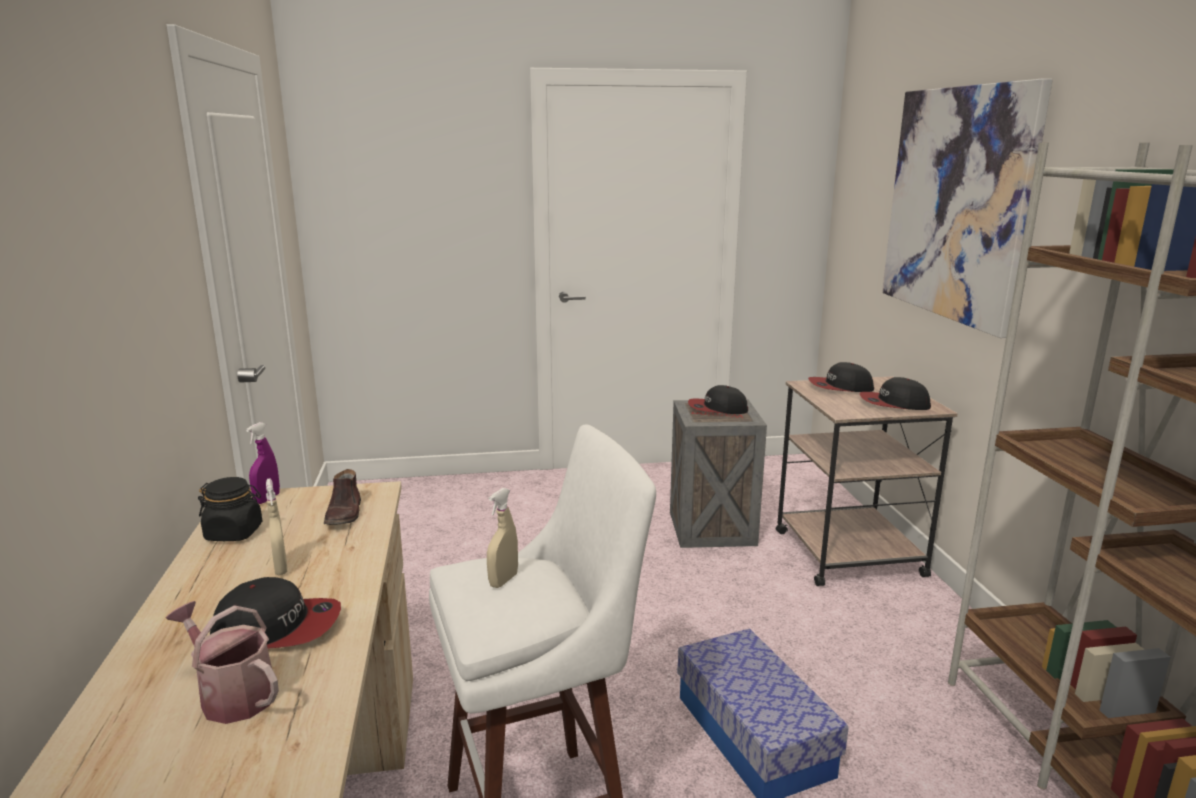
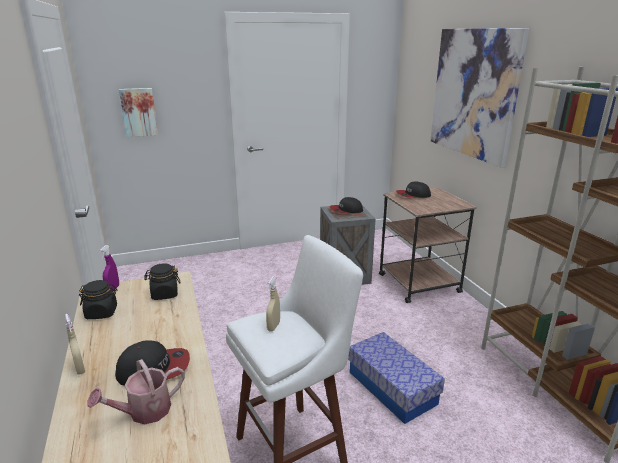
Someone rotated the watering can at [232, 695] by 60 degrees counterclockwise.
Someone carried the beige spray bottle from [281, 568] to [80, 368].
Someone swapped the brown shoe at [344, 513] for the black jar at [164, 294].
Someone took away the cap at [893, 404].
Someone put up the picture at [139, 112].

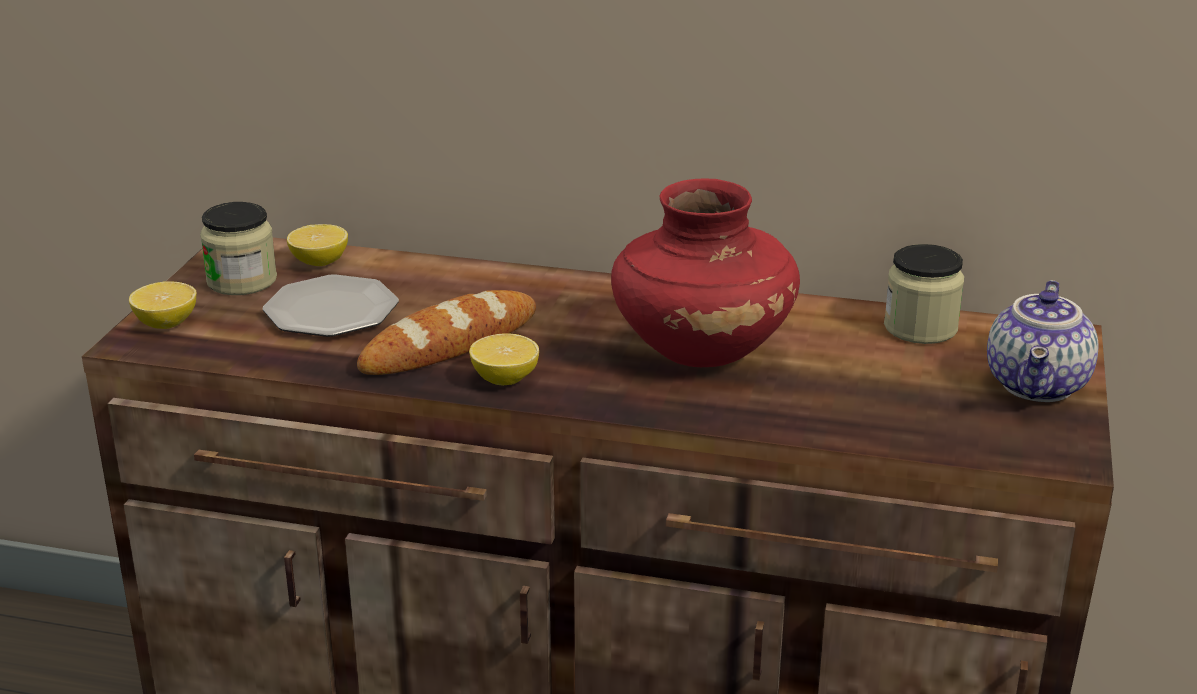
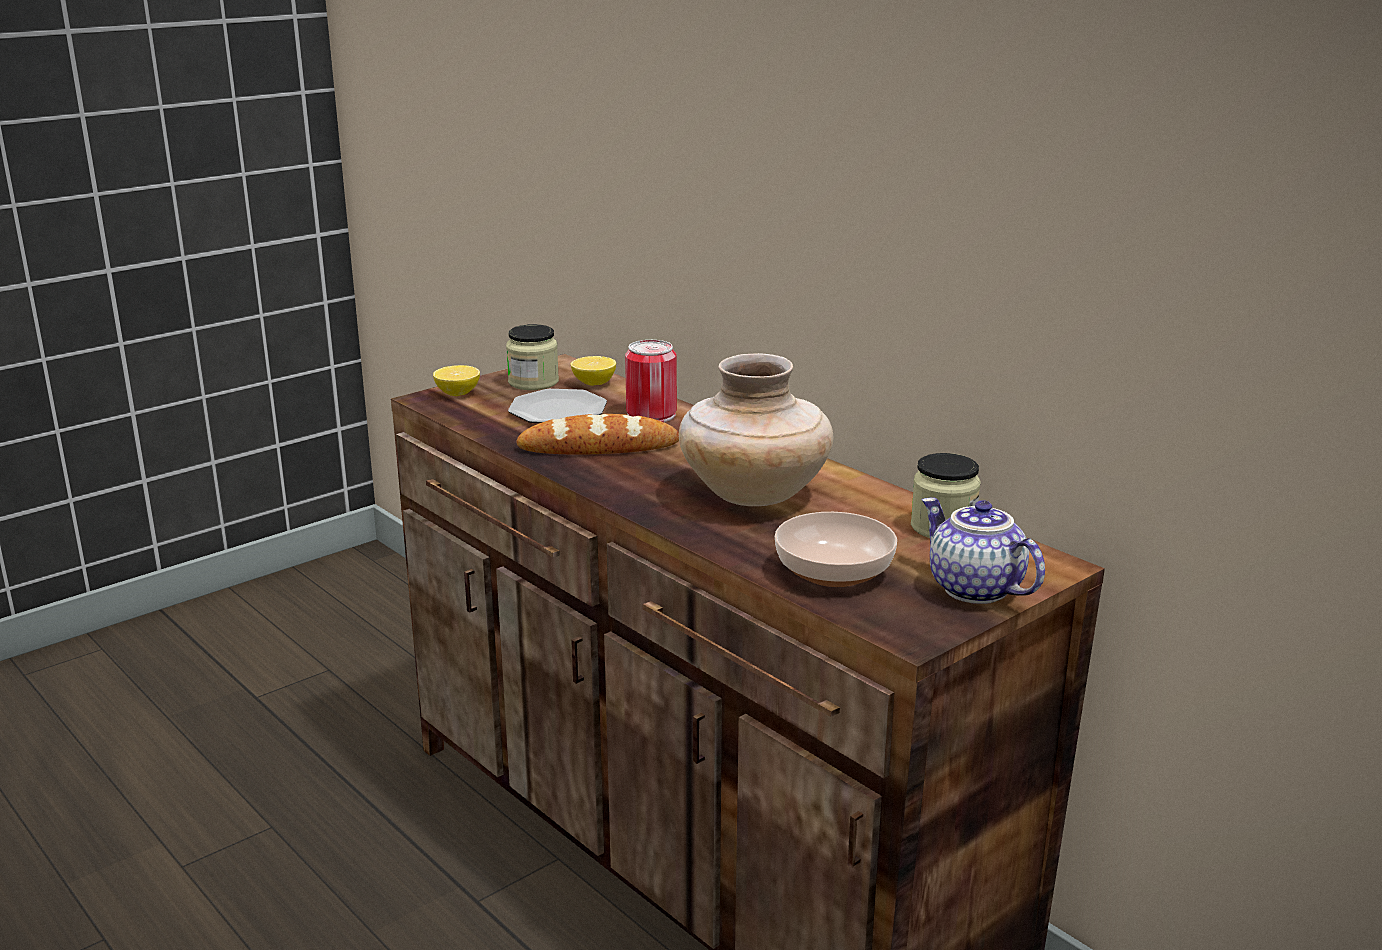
Someone took away the lemon at [505, 379].
Someone repainted the red vase at [701, 350], which became the beige vase at [754, 495].
Someone rotated the teapot at [1039, 386] by 90 degrees clockwise.
Someone put down the can at [651, 415].
Someone put down the bowl at [832, 570].

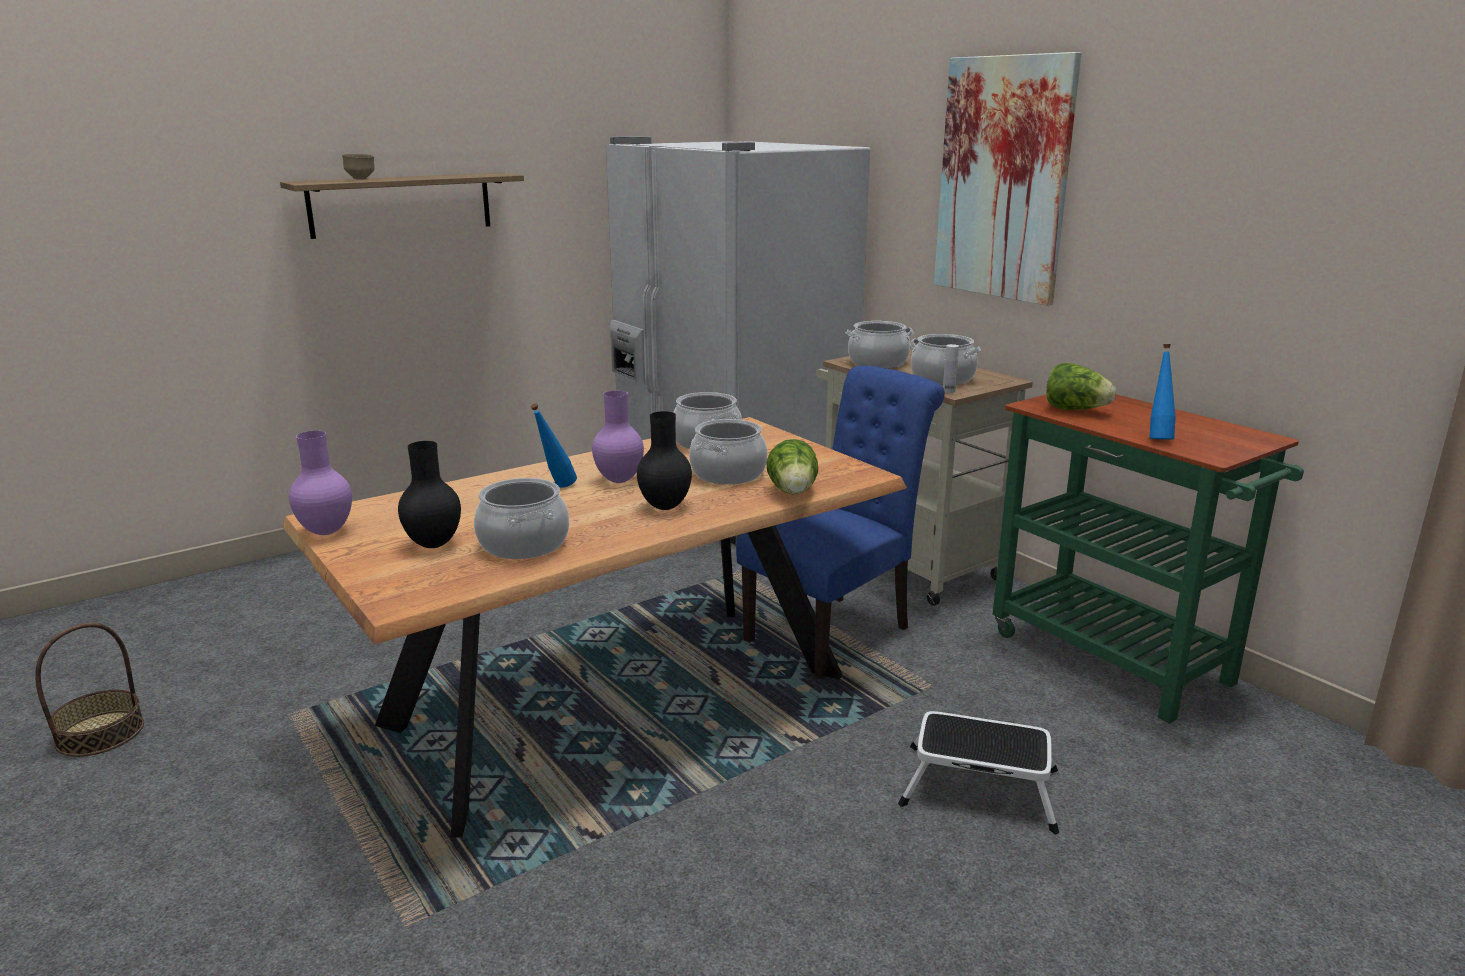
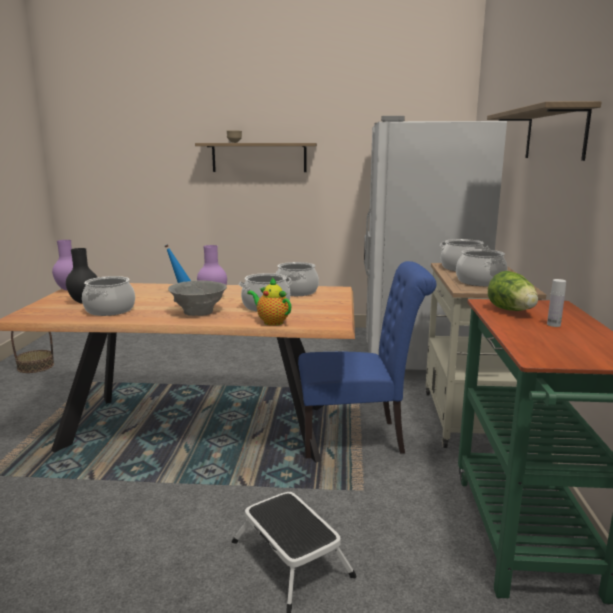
Someone swapped the black vase at [663, 507] for the grey bowl at [199, 312].
Someone swapped the lettuce at [793, 493] for the teapot at [271, 322].
Someone swapped the picture at [1003, 179] for the shelf at [554, 134].
Someone carried the white bottle from [948, 391] to [553, 325].
Someone took away the blue bottle at [1158, 438].

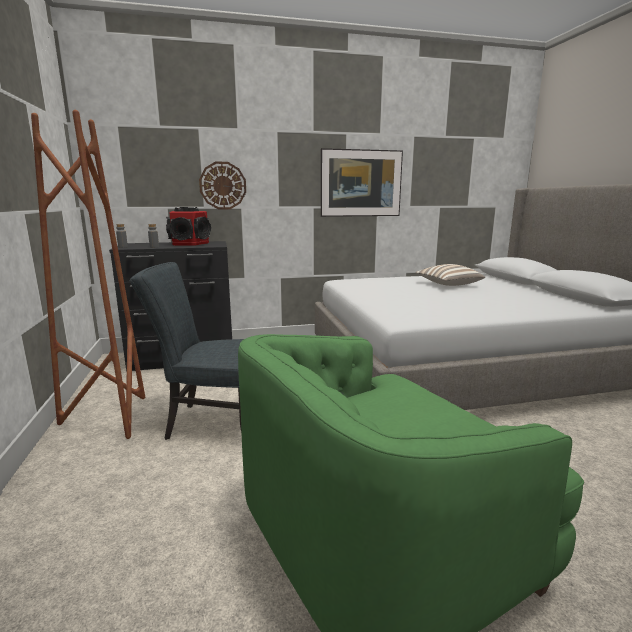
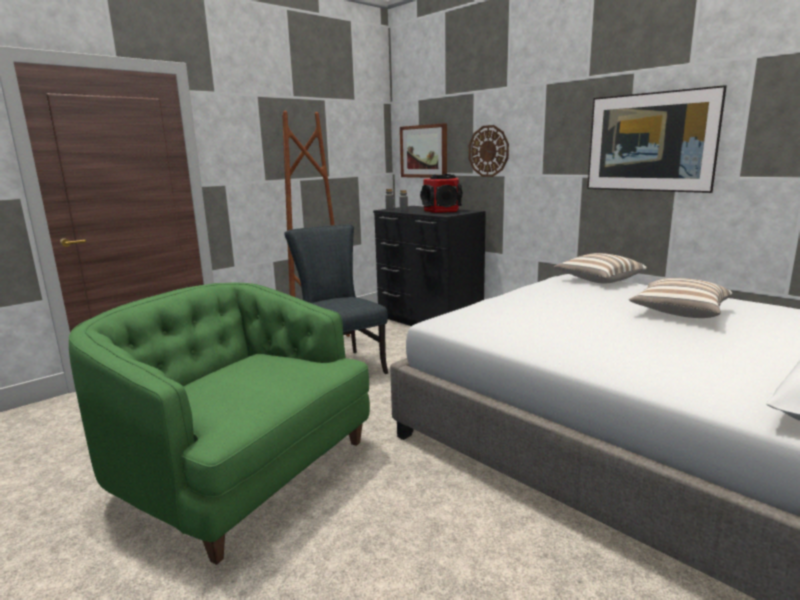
Someone put up the picture at [424, 151].
Someone put down the pillow at [598, 280].

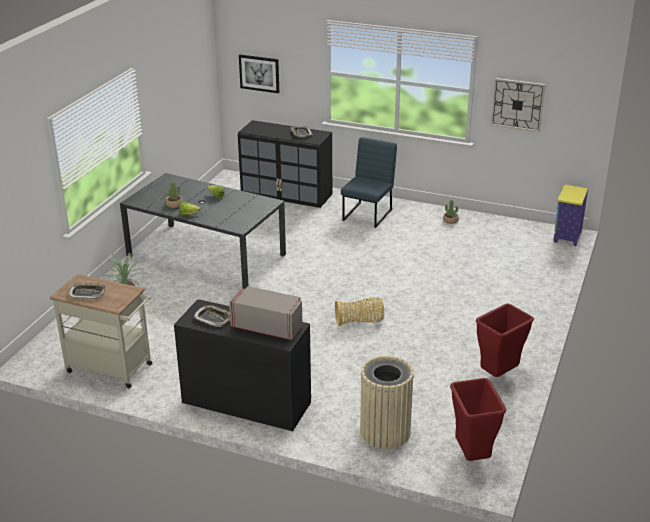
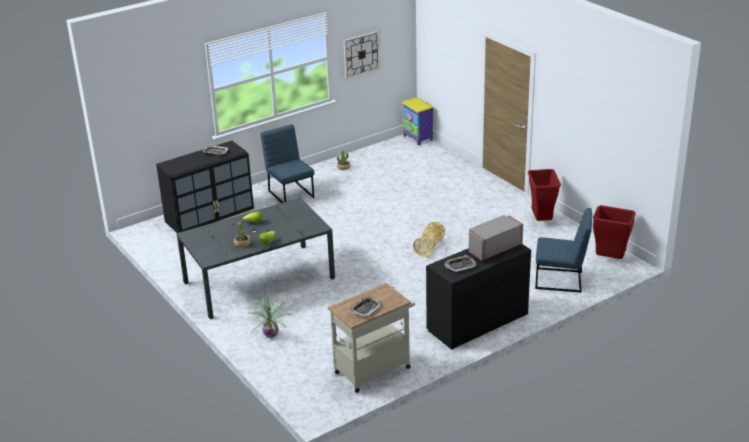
Someone took away the picture at [259, 73].
Someone swapped the beige trash can at [385, 432] for the blue chair at [560, 280].

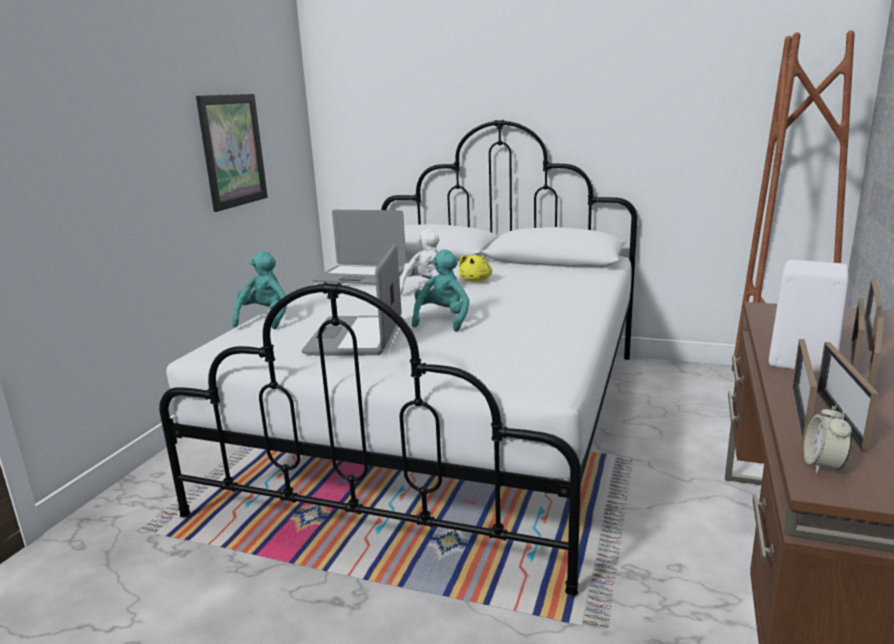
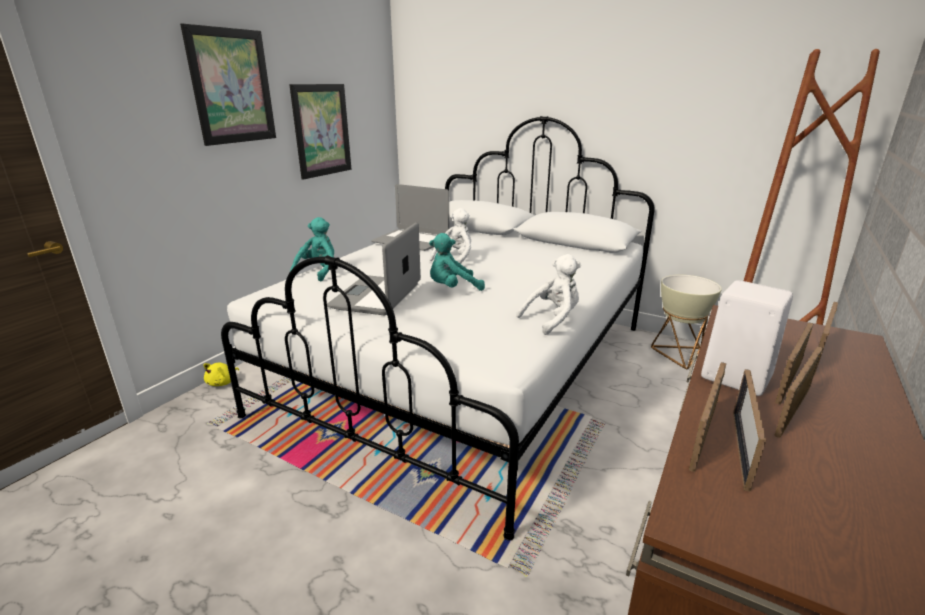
Someone rotated the turquoise plush toy at [442, 320] by 135 degrees counterclockwise.
Someone carried the yellow plush toy from [476, 280] to [223, 382].
Someone took away the alarm clock at [823, 465].
Someone put up the picture at [232, 86].
Someone put down the white plush toy at [552, 319].
Someone put down the planter at [677, 354].

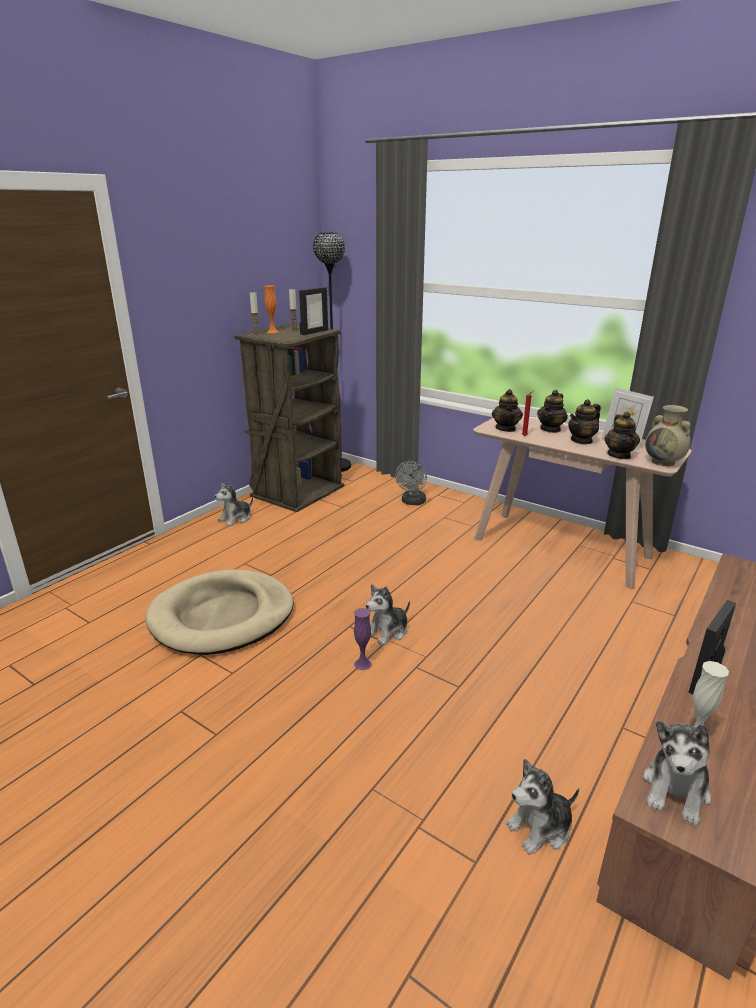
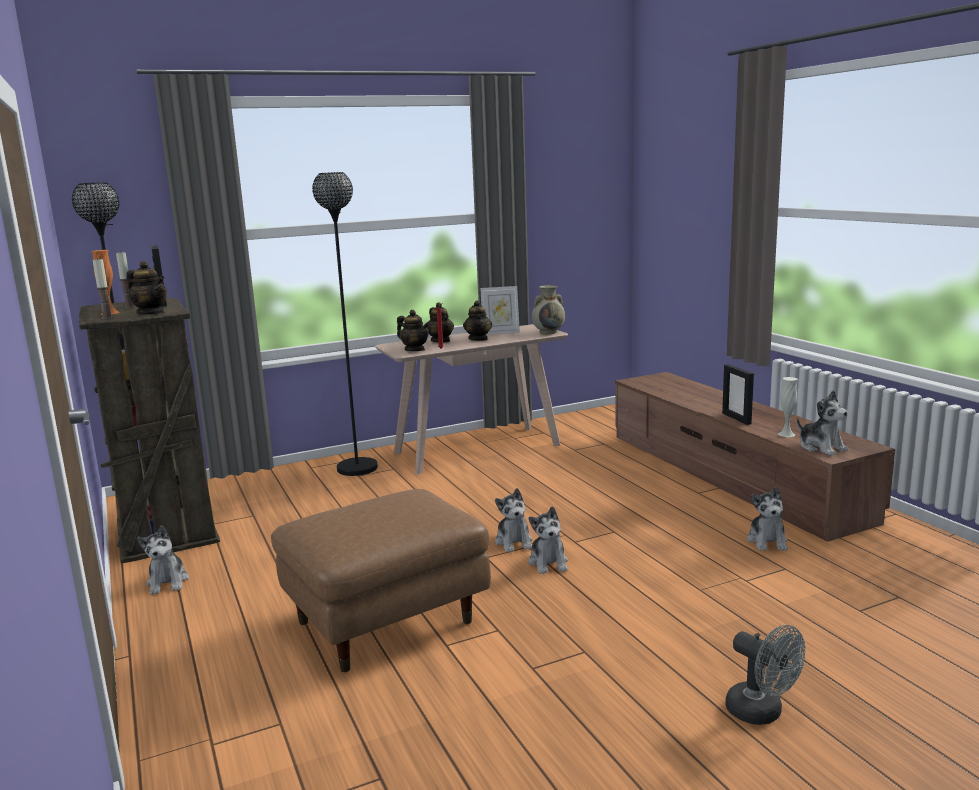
Someone swapped the beige dog bed at [222, 616] for the brown ottoman at [387, 622].
Someone swapped the purple vase at [362, 664] for the plush toy at [548, 562].
Someone carried the grey fan from [412, 502] to [762, 713].
Someone carried the teapot from [619, 455] to [151, 313].
Someone put down the black floor lamp at [357, 468].

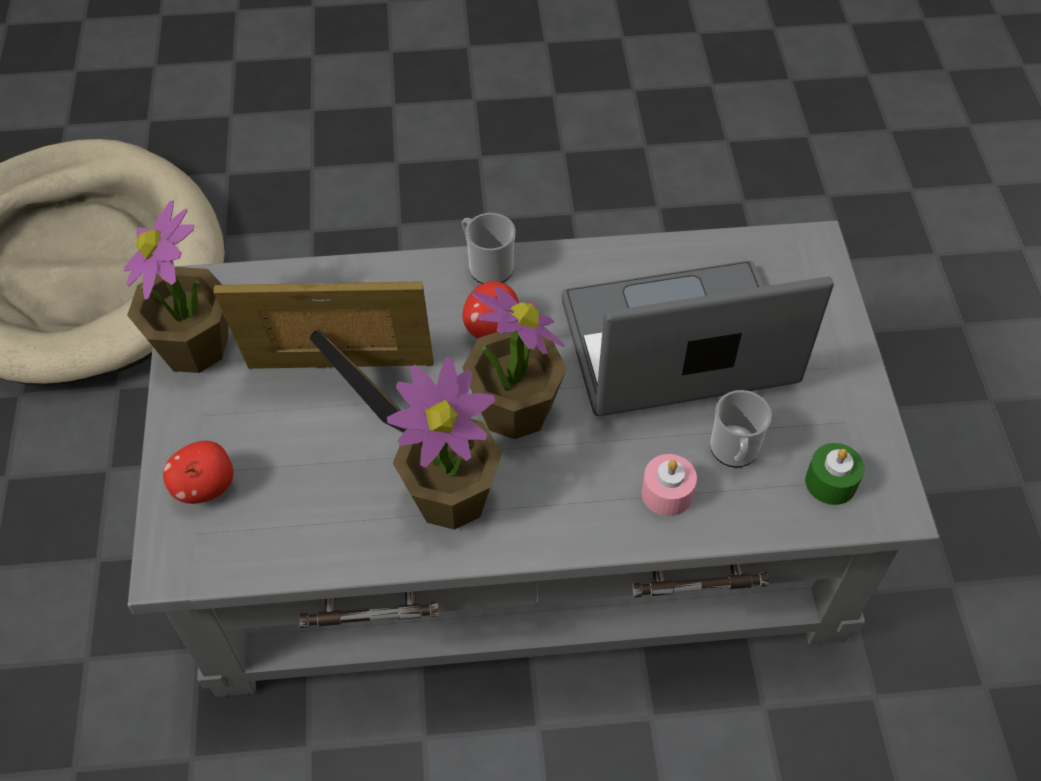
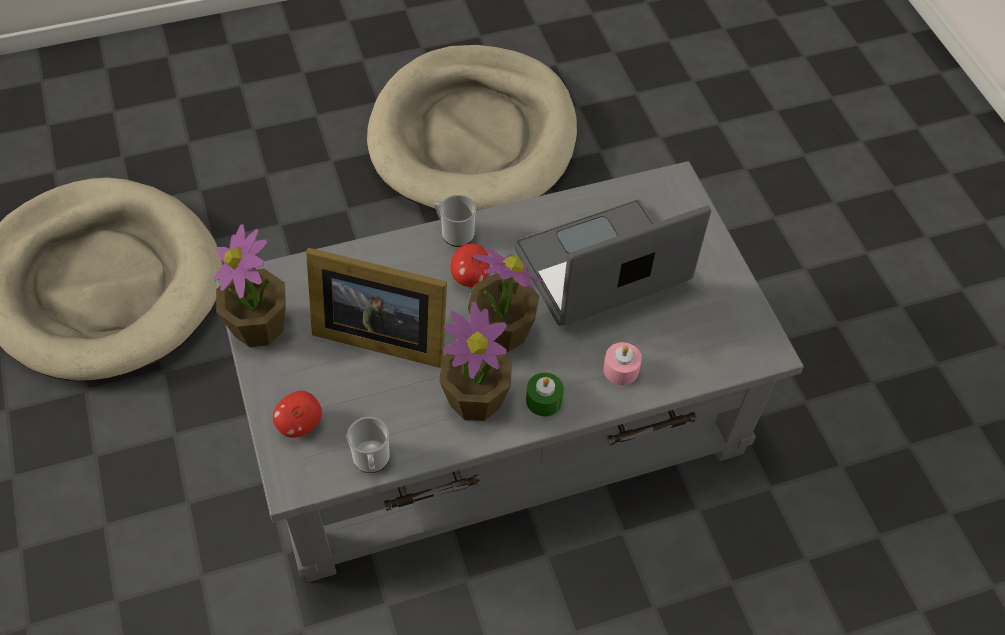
Someone rotated the picture frame at [346, 383] by 150 degrees counterclockwise.
Someone carried the mug from [734, 452] to [371, 461].
Someone carried the green candle from [830, 482] to [544, 400].
Someone put down the beige dog bed at [473, 136].

